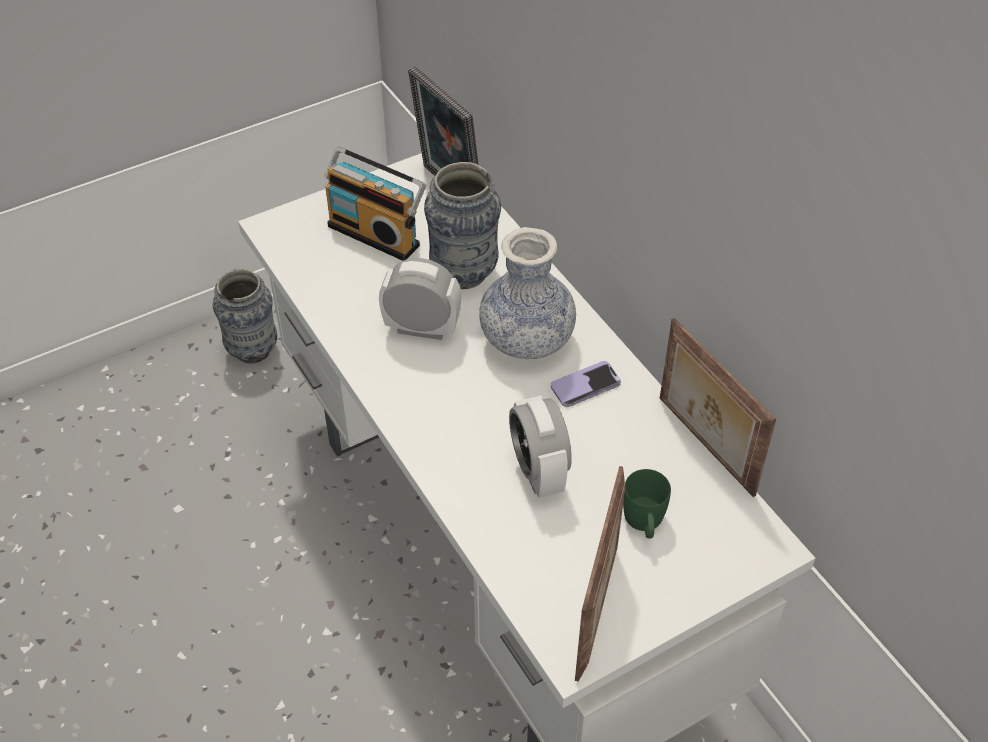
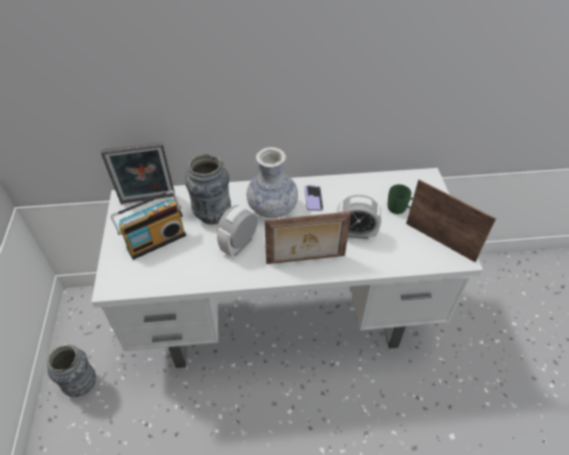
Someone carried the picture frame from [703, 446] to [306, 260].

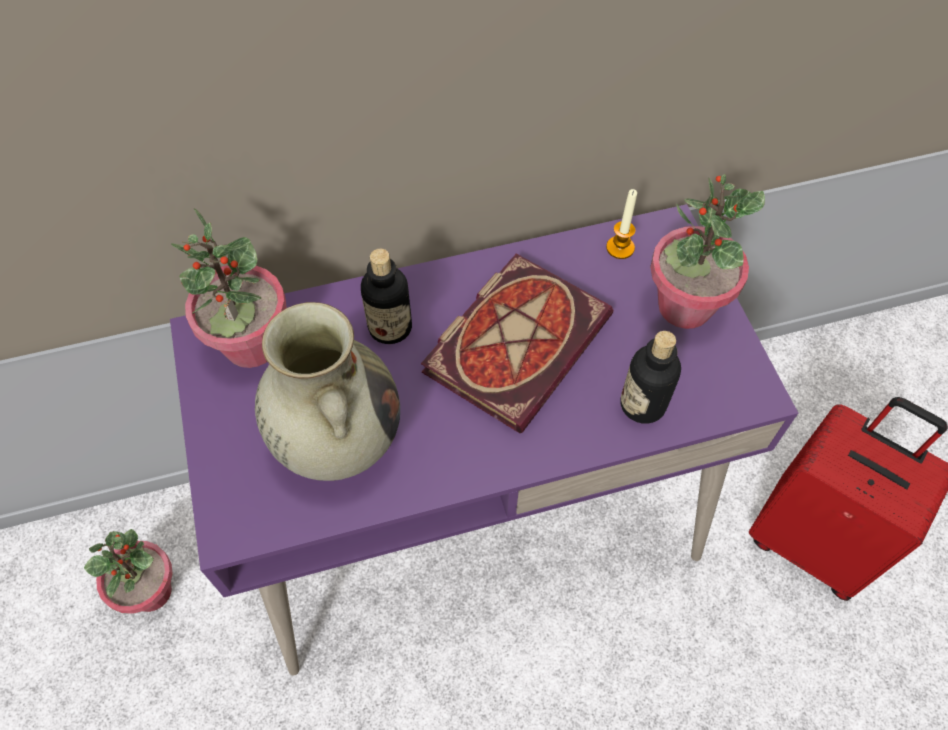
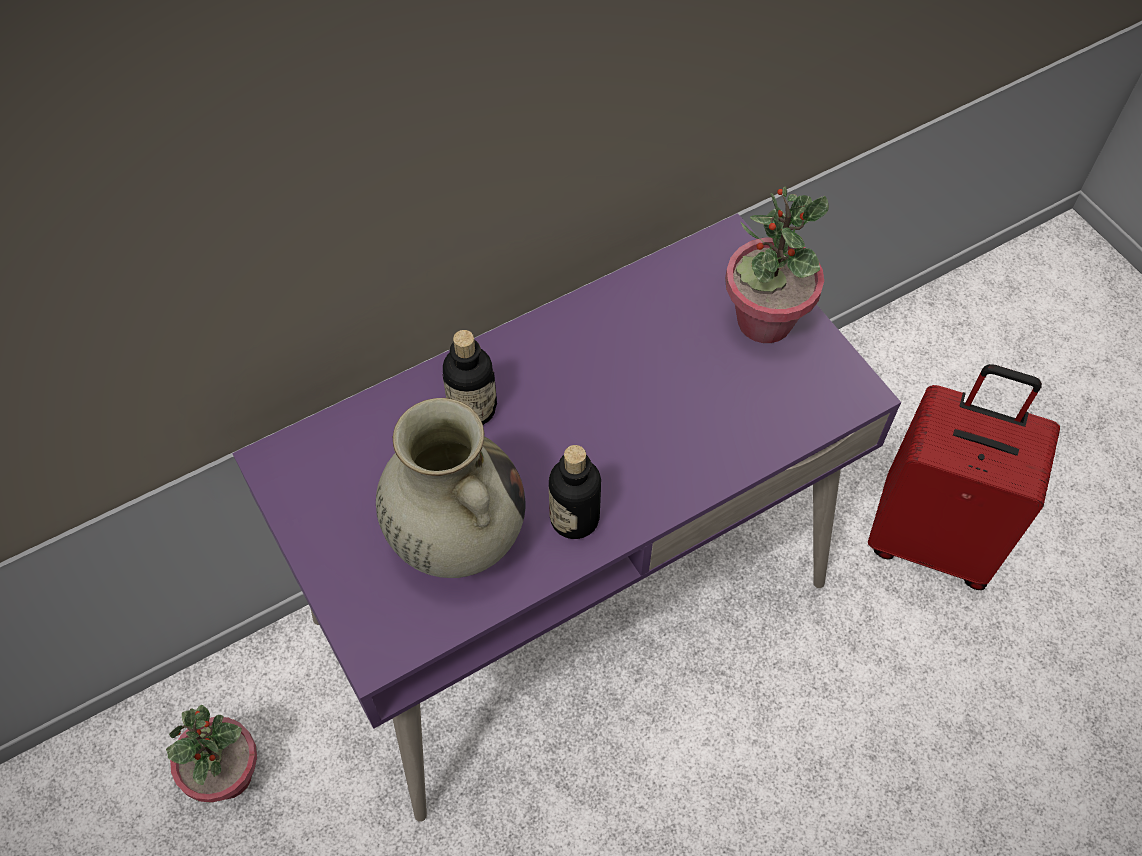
Someone took away the potted plant at [251, 345].
Someone took away the book at [517, 339].
Someone took away the candle at [620, 248].
Someone carried the bottle from [642, 404] to [574, 518].

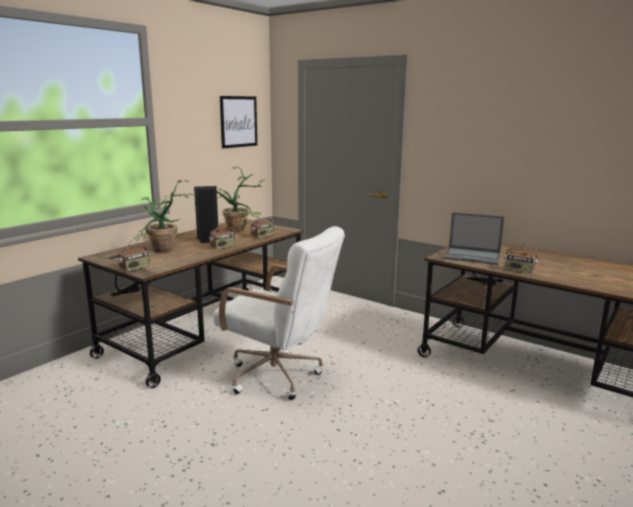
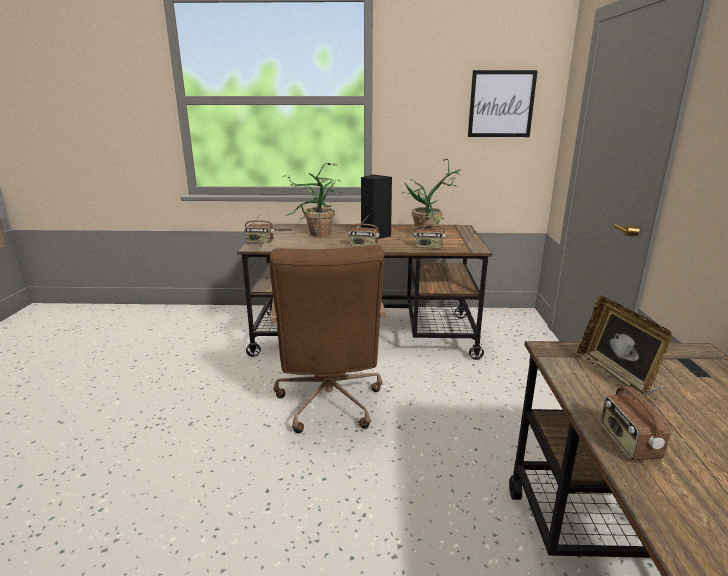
Someone repainted the white office chair at [279, 378], which became the brown office chair at [329, 407].
Someone swapped the laptop at [473, 256] for the picture frame at [615, 376].

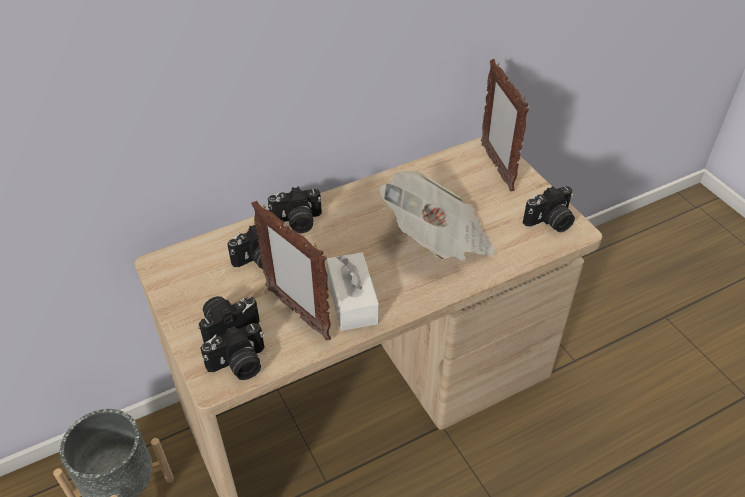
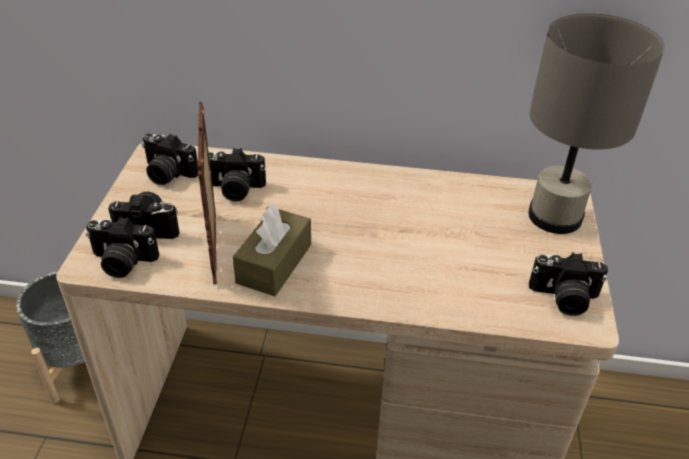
Someone carried the photo camera from [297, 222] to [167, 174].
Someone repainted the white tissue box at [352, 301], which became the brown tissue box at [274, 263].
Someone took away the newspaper at [438, 240].
Someone swapped the picture frame at [496, 167] for the grey table lamp at [555, 217].

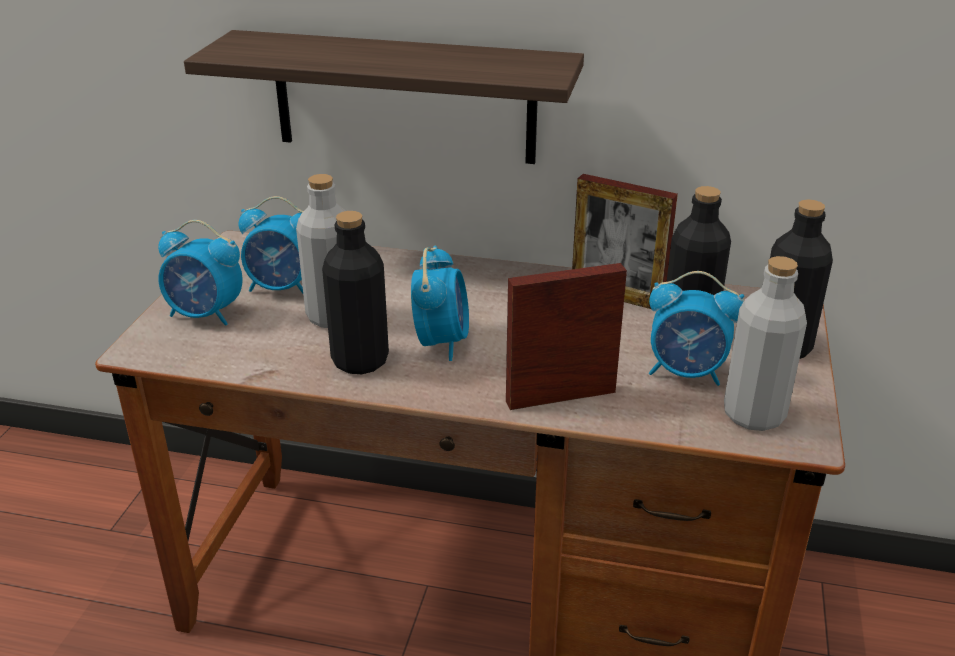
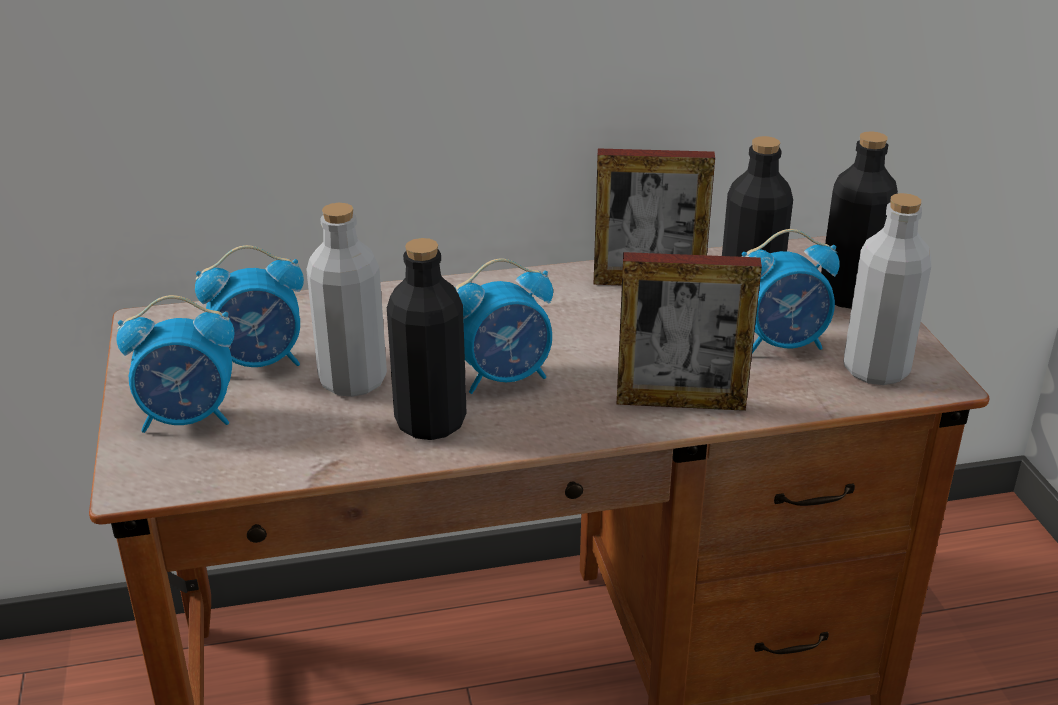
Someone took away the shelf at [404, 97].
Someone rotated the alarm clock at [441, 342] by 90 degrees clockwise.
Someone rotated the picture frame at [560, 396] by 135 degrees counterclockwise.

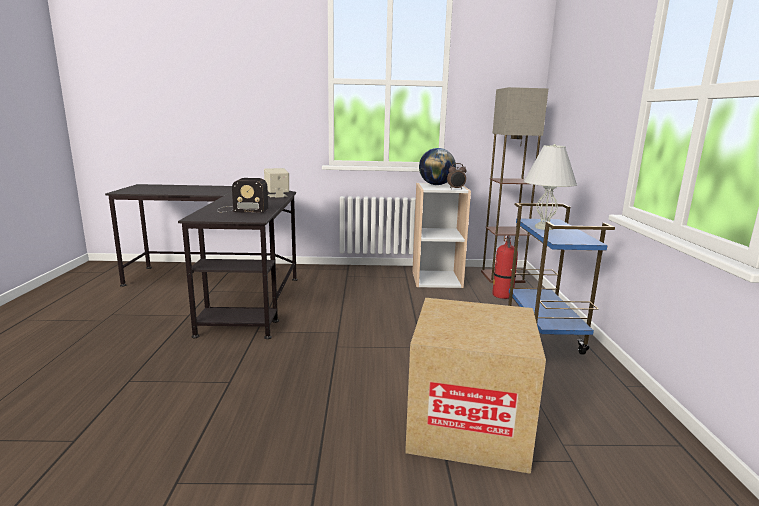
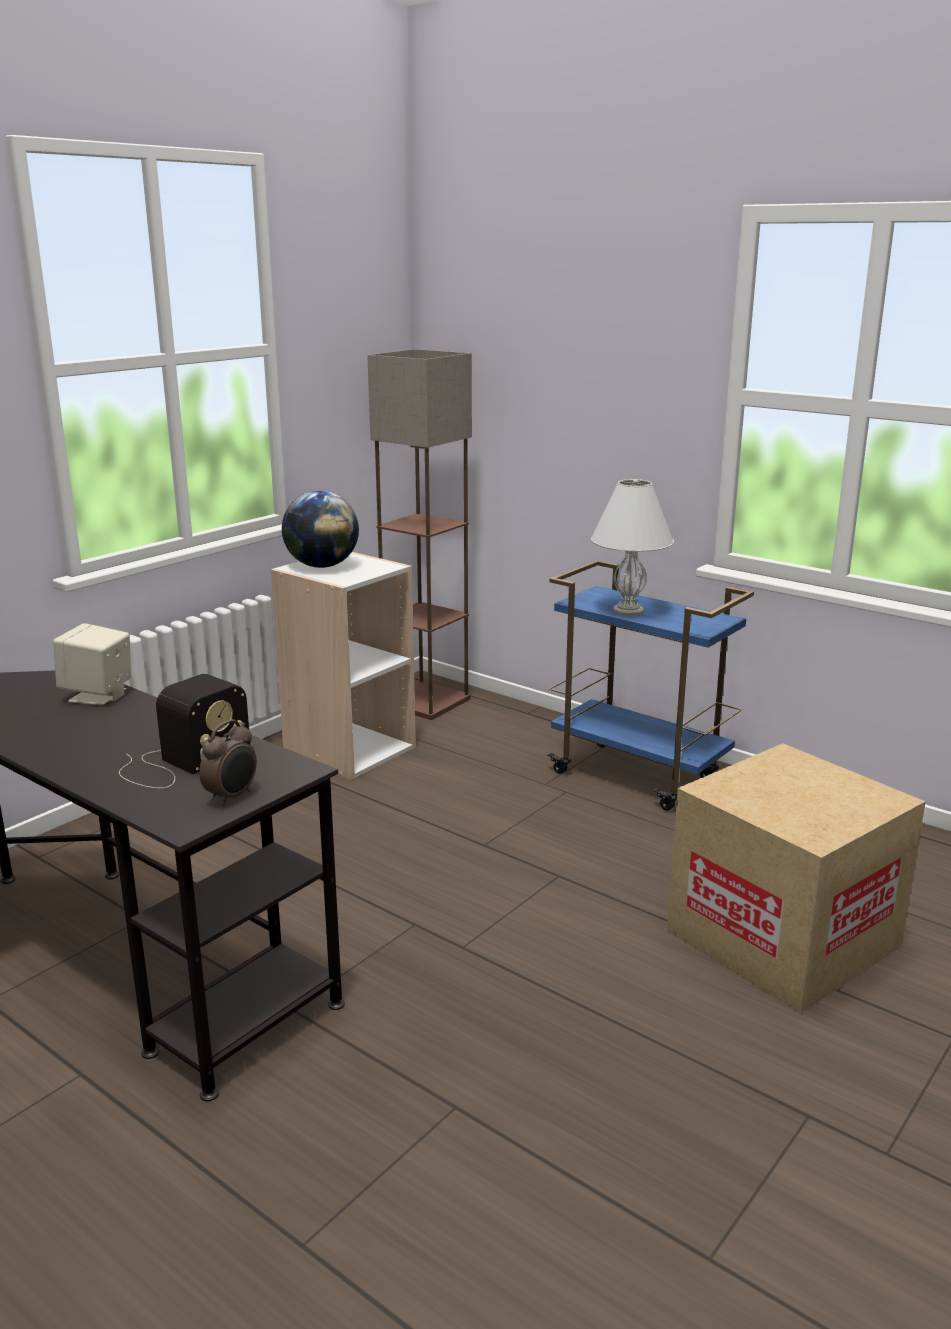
Someone carried the alarm clock from [456, 189] to [232, 797].
Someone took away the fire extinguisher at [503, 295].

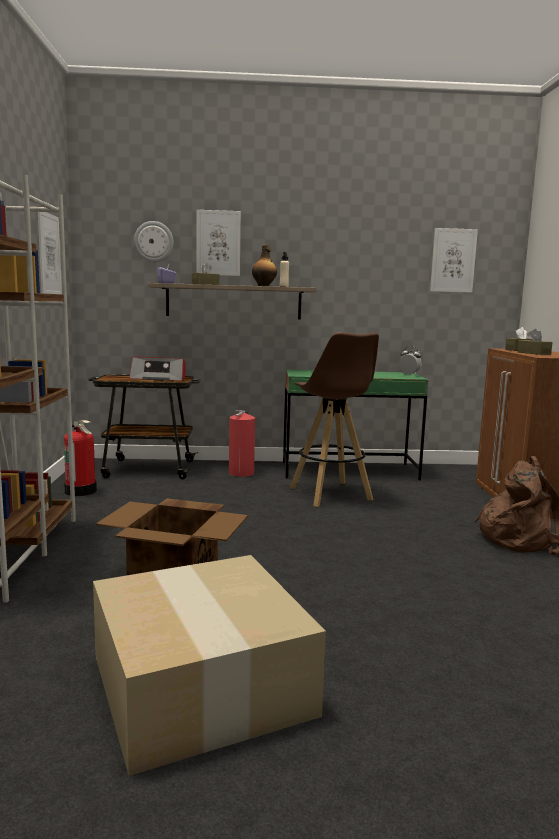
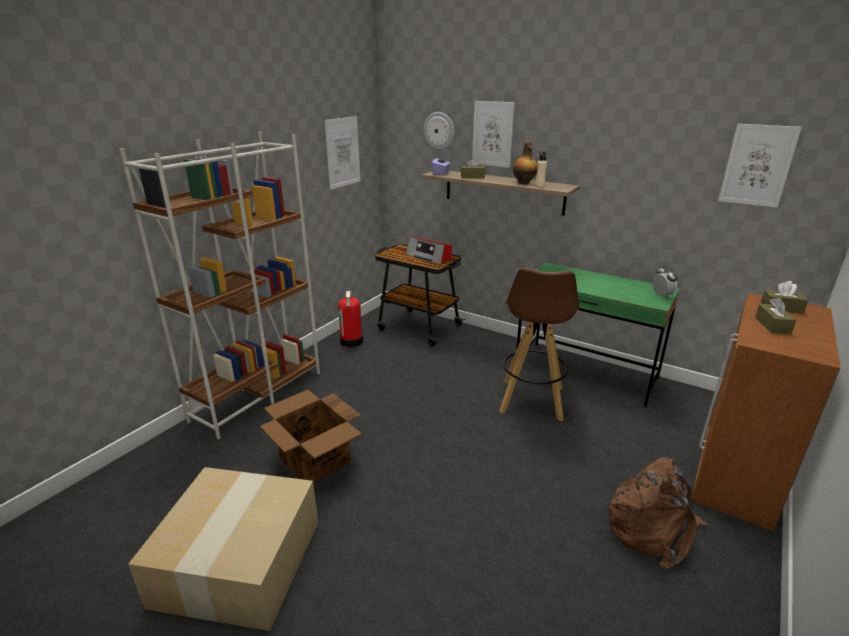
Someone took away the fire extinguisher at [242, 472].

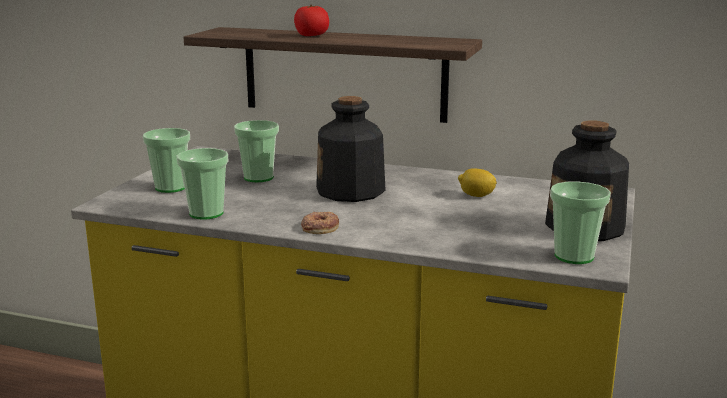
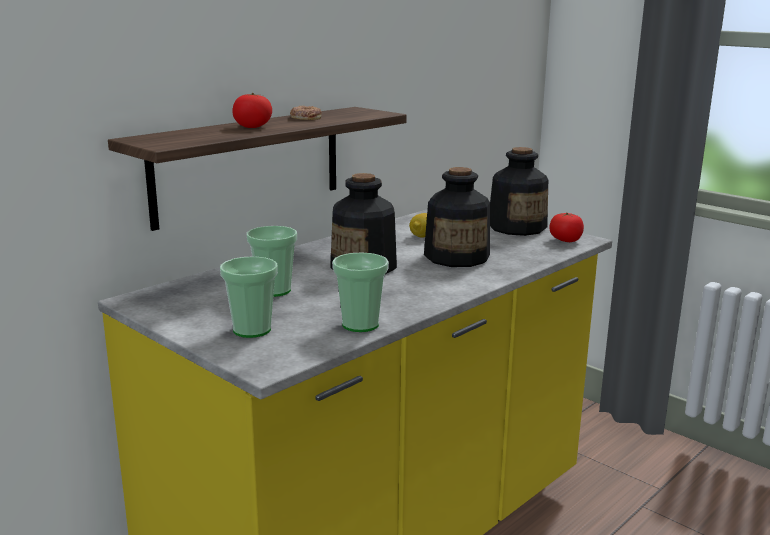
Someone carried the donut from [319, 227] to [305, 118].
Someone swapped the cup at [574, 256] for the tomato at [565, 240].
Someone put down the bottle at [457, 257].

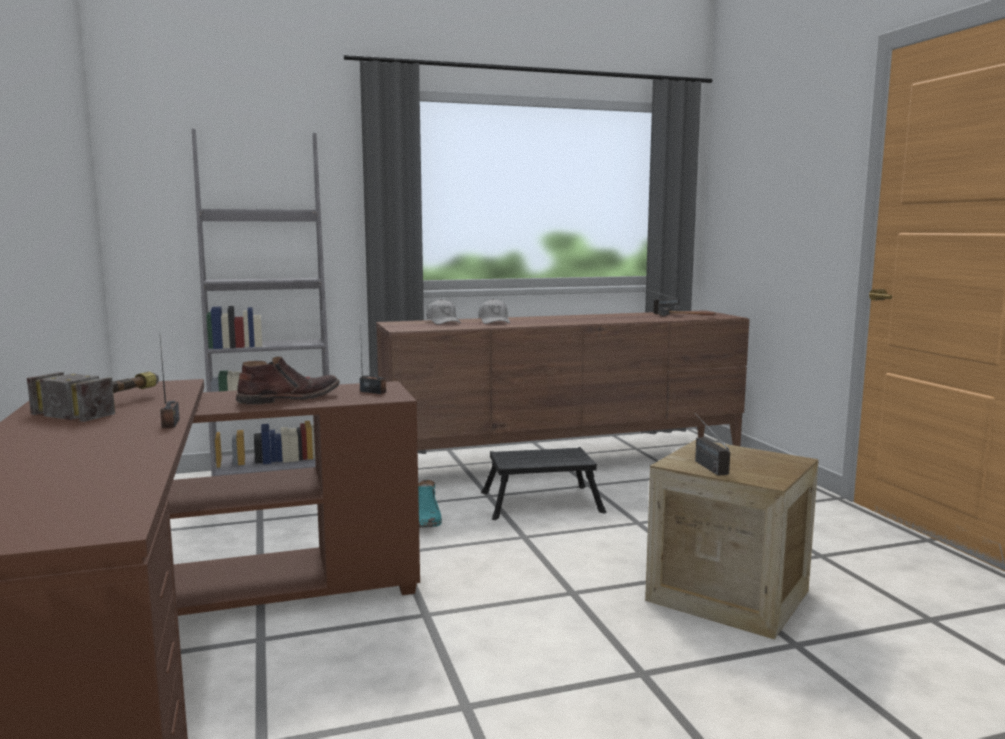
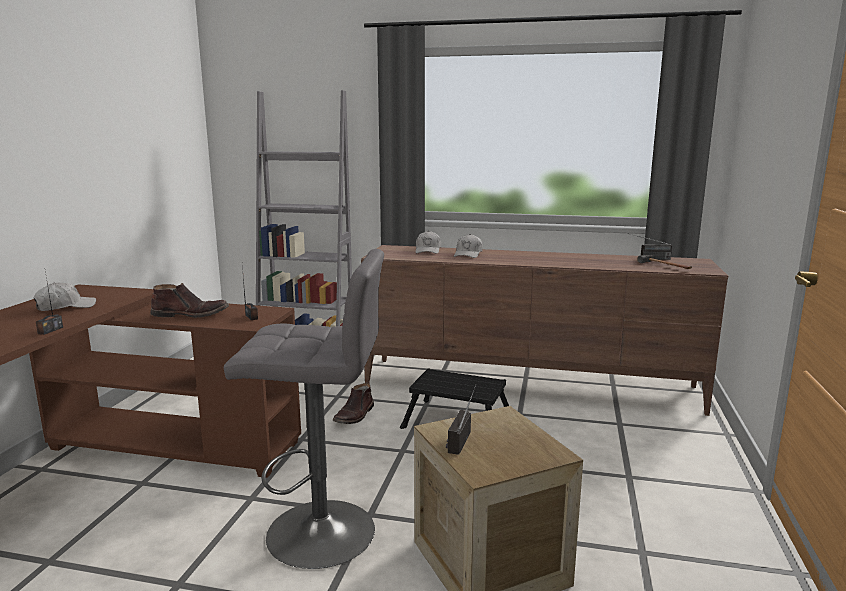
Someone swapped the hammer at [111, 405] for the white cap at [65, 307].
Someone repainted the turquoise boot at [427, 519], which became the brown boot at [355, 415].
Someone put down the grey stool at [322, 533].

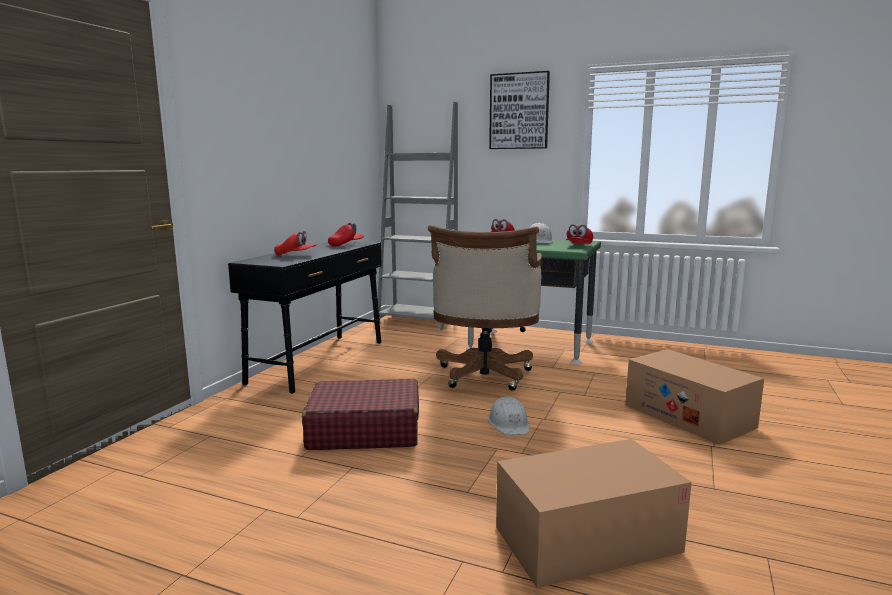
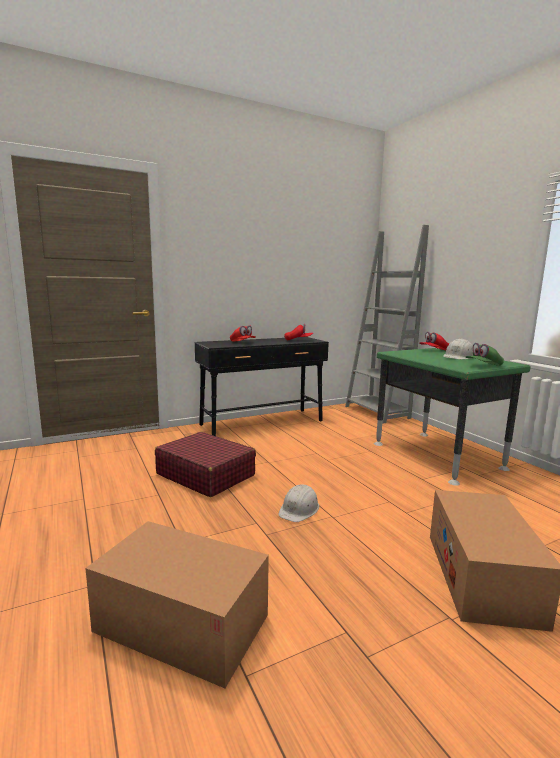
Someone took away the office chair at [484, 376].
Someone took away the picture at [519, 111].
Someone repainted the red cap at [578, 246], which became the green cap at [483, 366].

